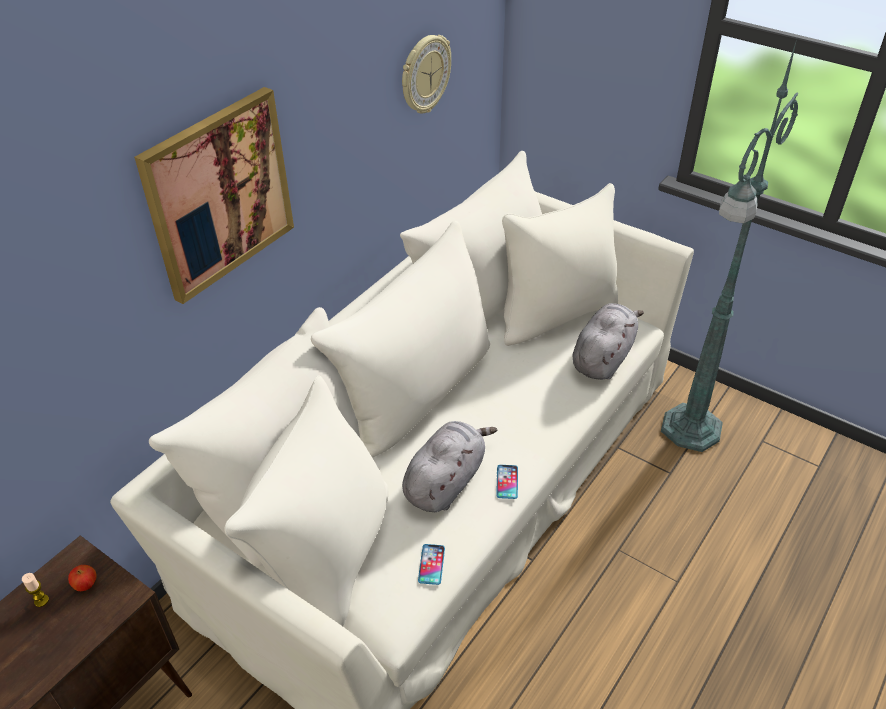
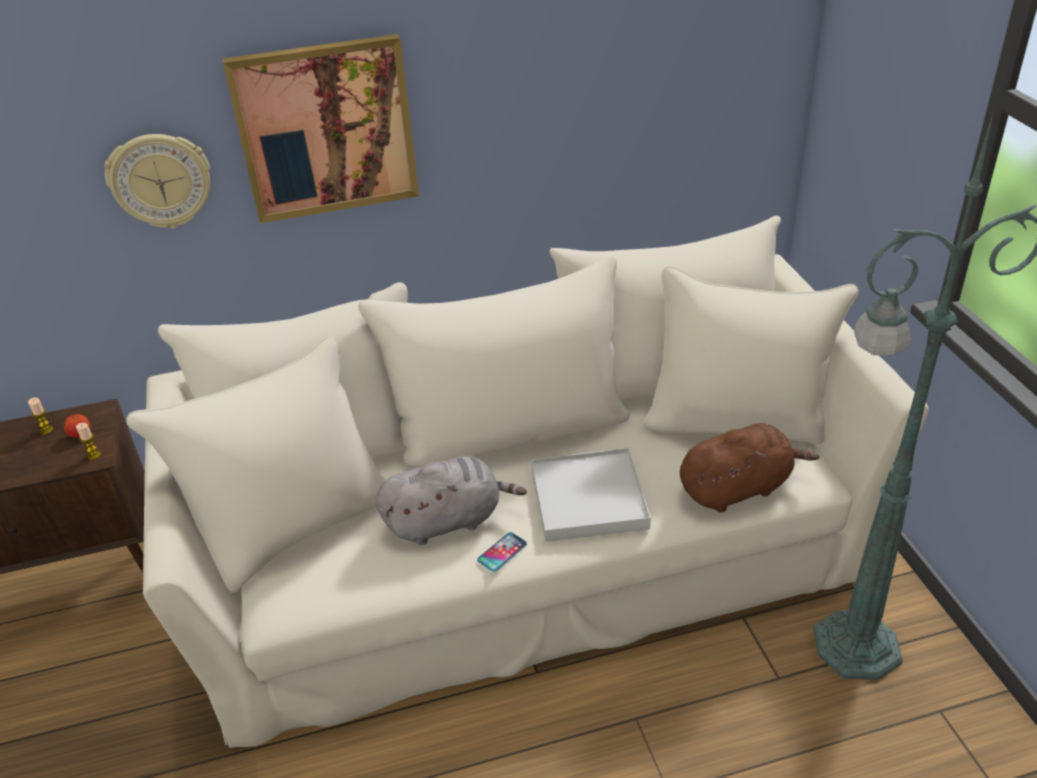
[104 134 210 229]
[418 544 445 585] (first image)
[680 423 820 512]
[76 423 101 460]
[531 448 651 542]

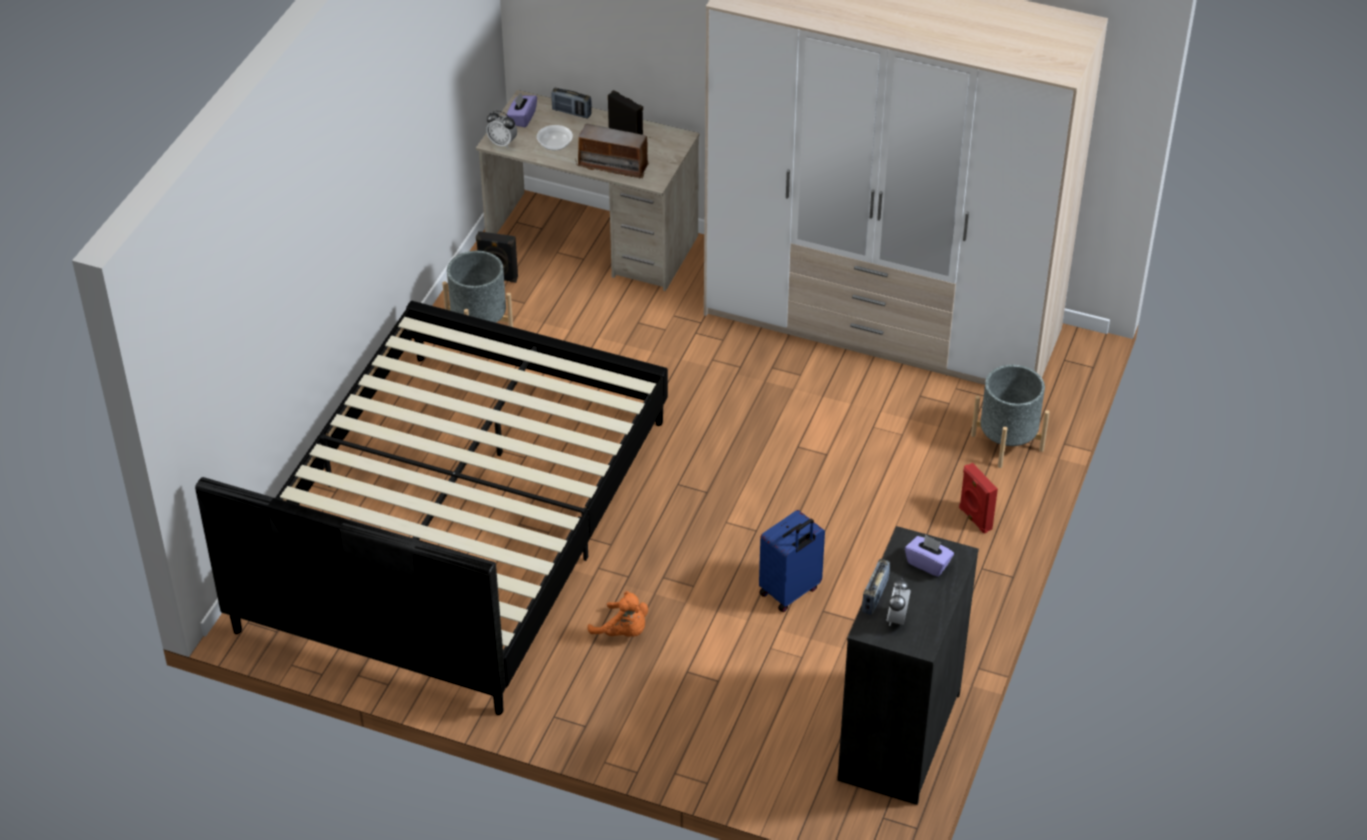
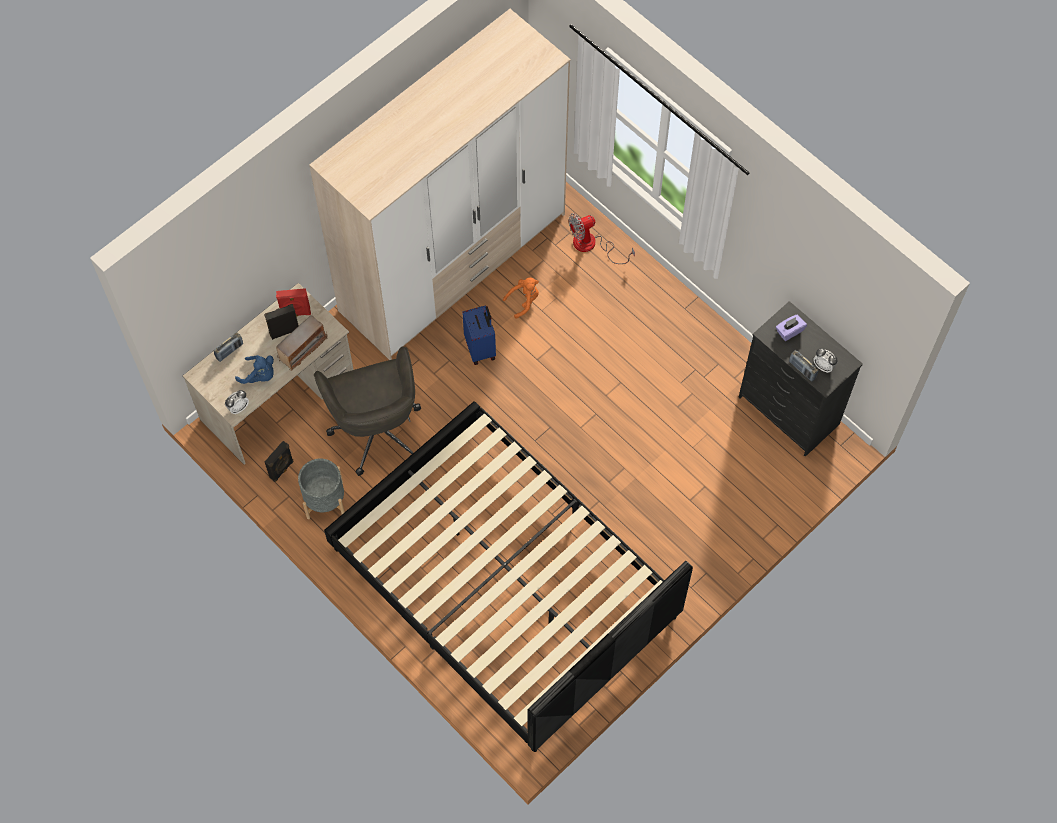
[506 92 537 127] (first image)
[235 355 274 384]
[503 278 539 318]
[462 305 496 365]
[276 288 311 317]
[569 213 635 264]
[314 346 421 476]

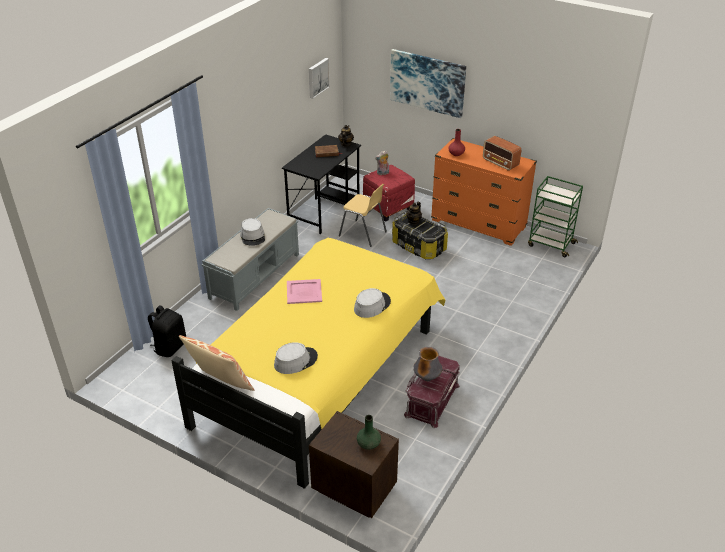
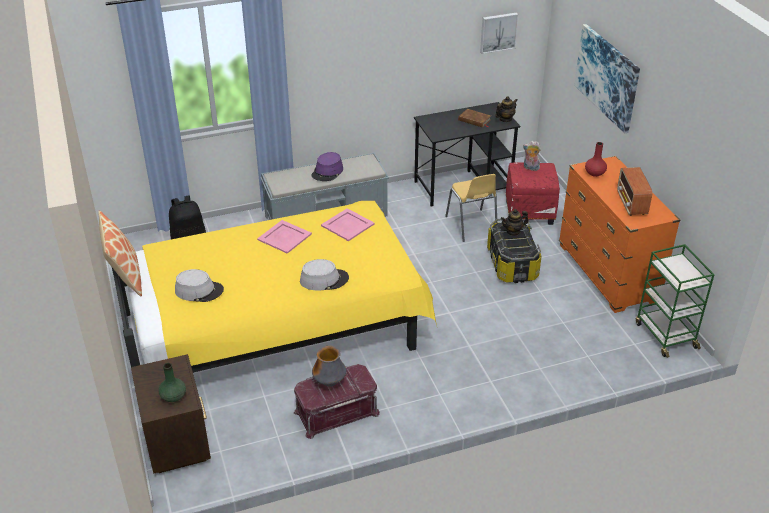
[311 152 343 181]
[321 208 375 241]

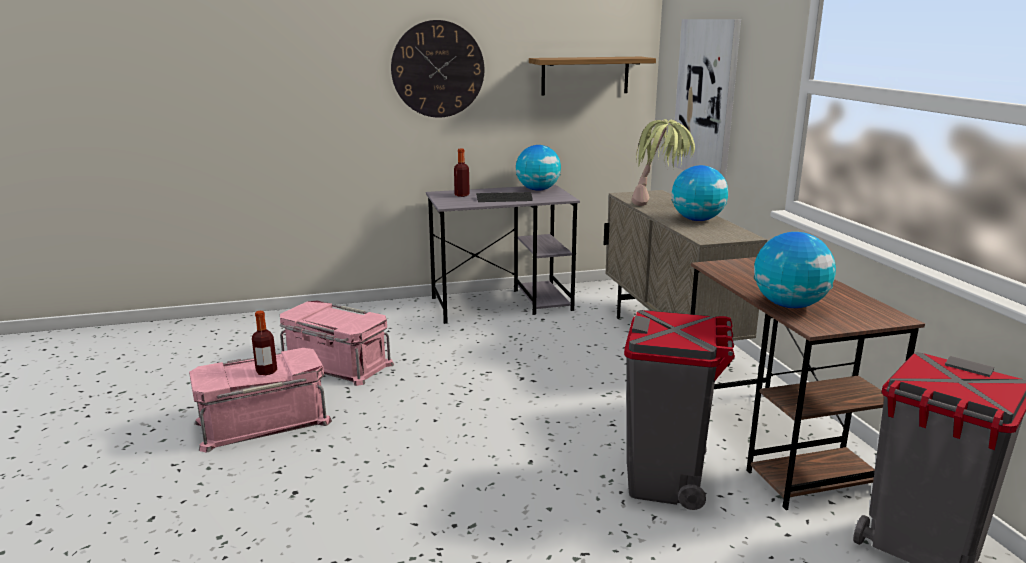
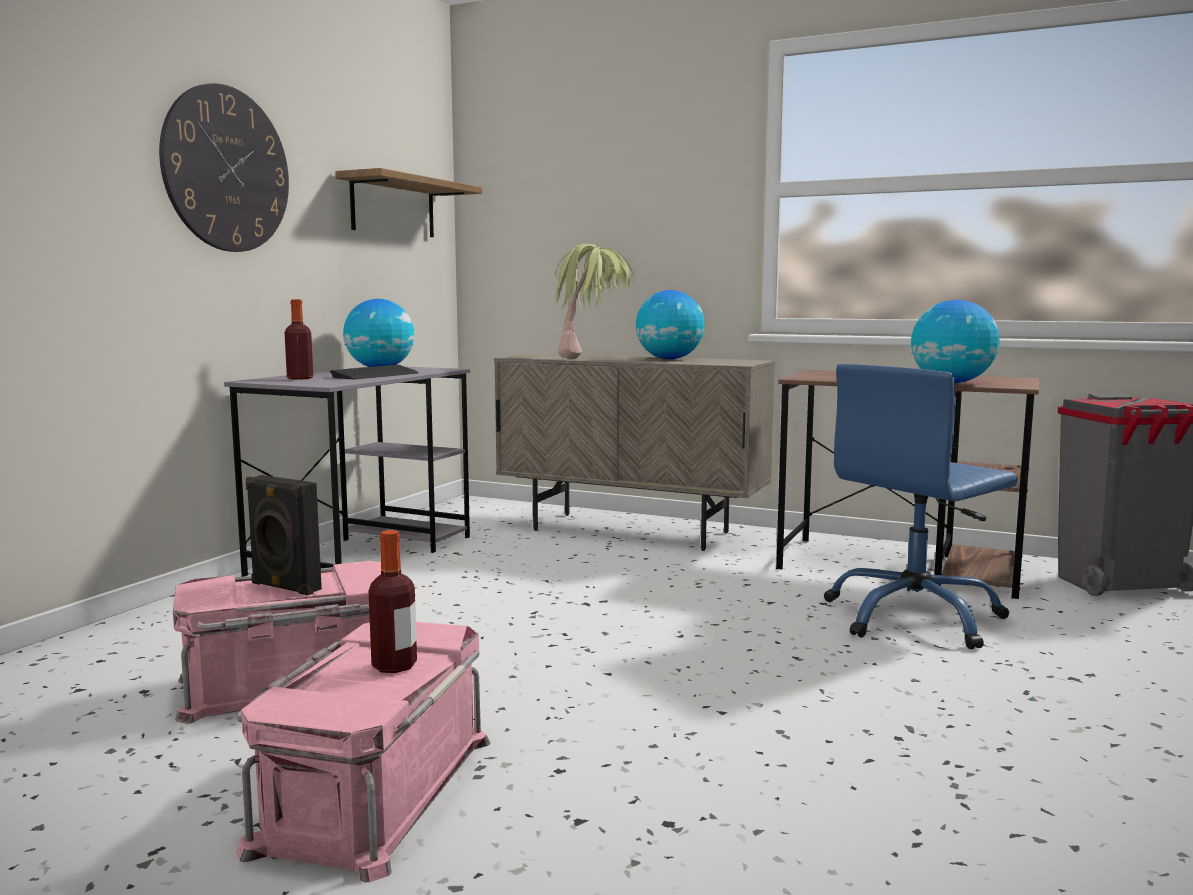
[824 364 1018 649]
[672 19 741 180] (first image)
[246 475 322 595]

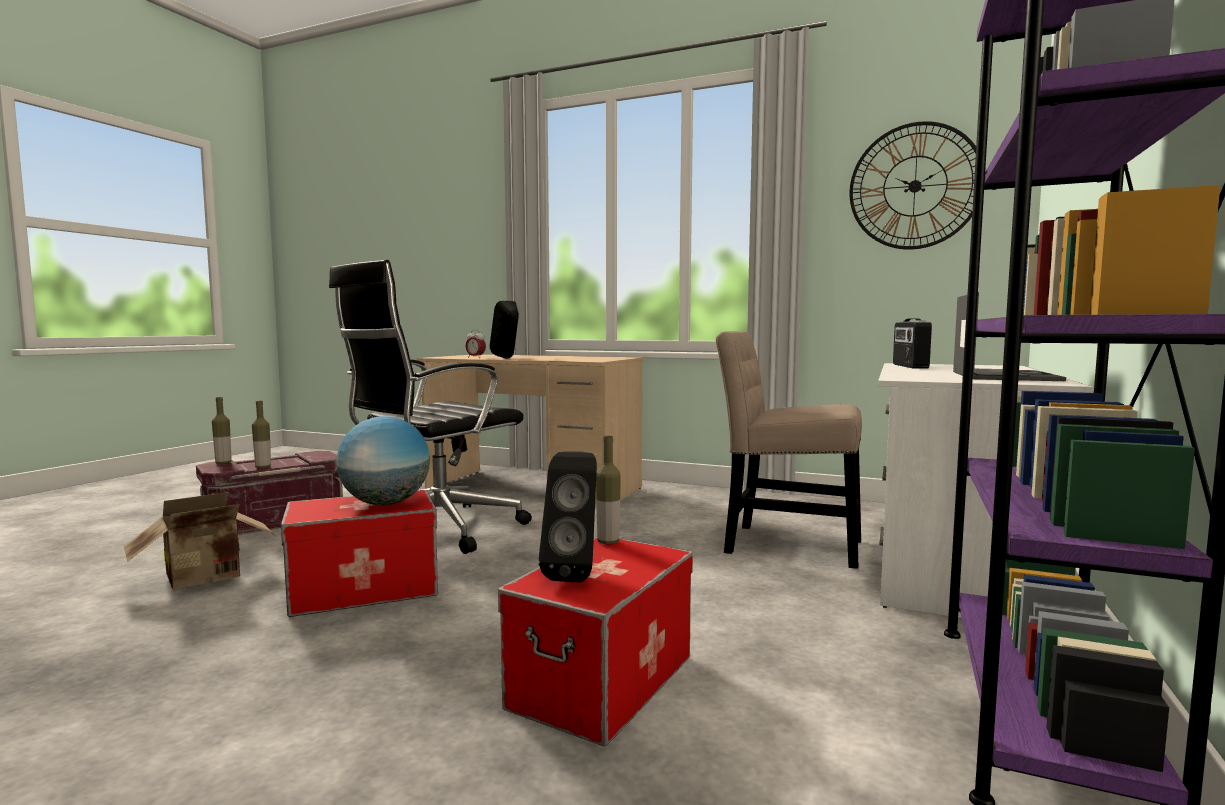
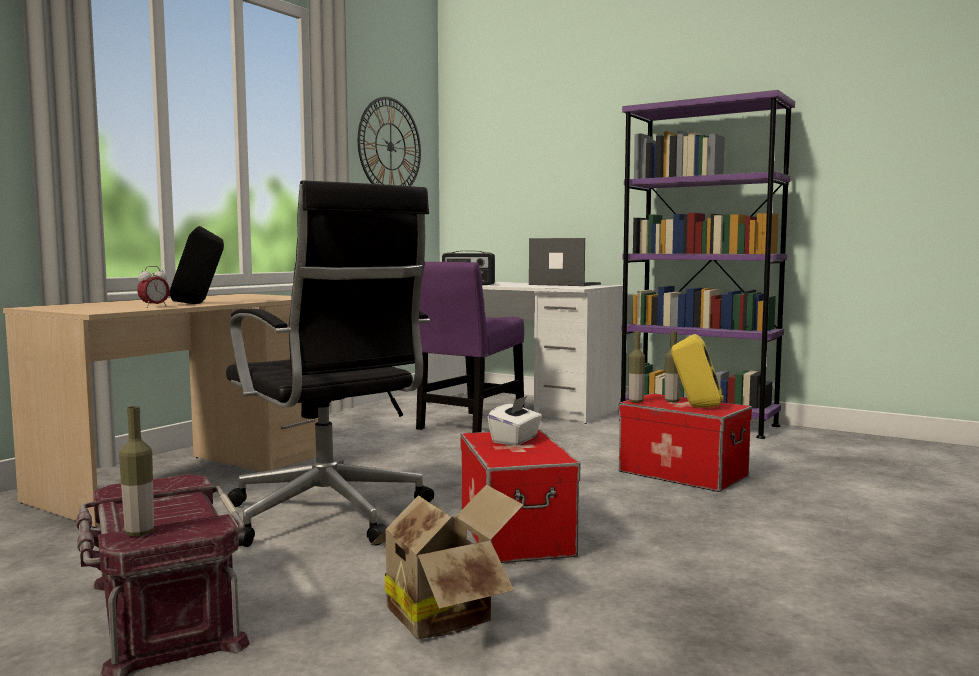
[665 331 681 402]
[488 396 542 446]
[671 334 724 408]
[416 262 524 433]

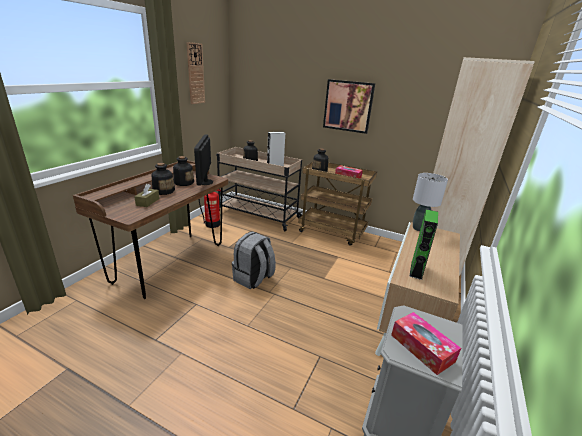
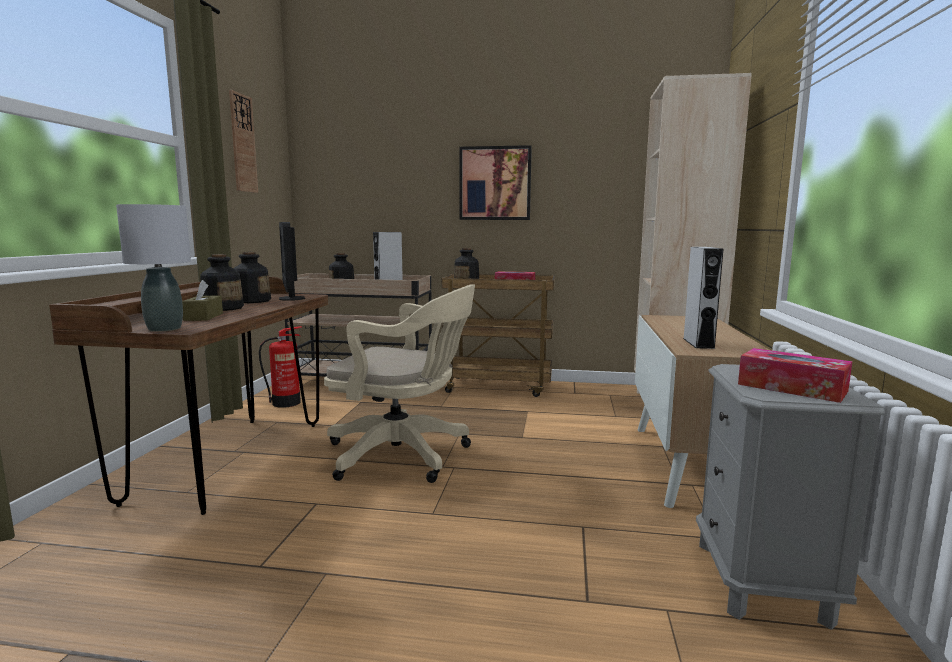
[324 284 475 483]
[683 247 723 349]
[116 204 191 331]

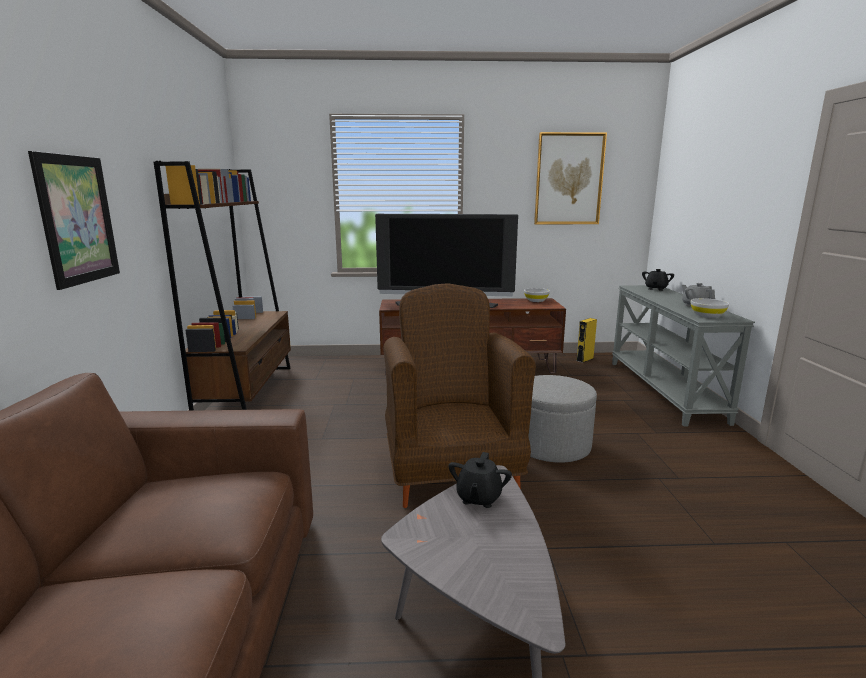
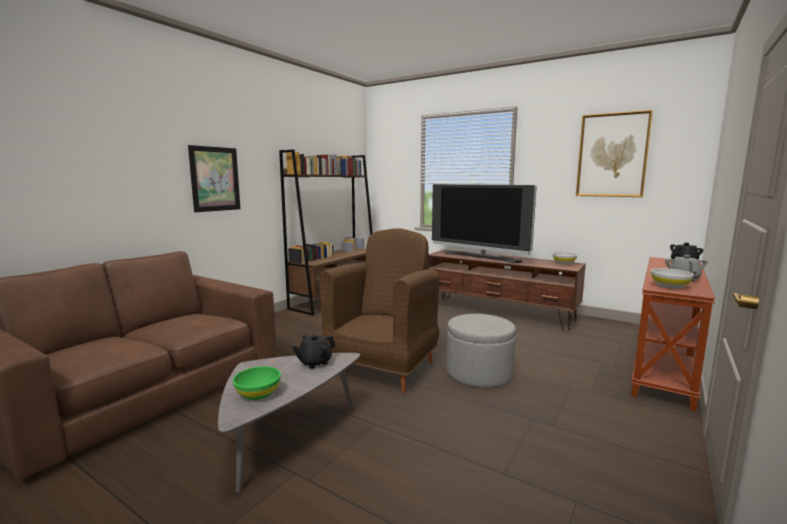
[576 318 597 363] (first image)
[631 257 715 412]
[233 366 281 400]

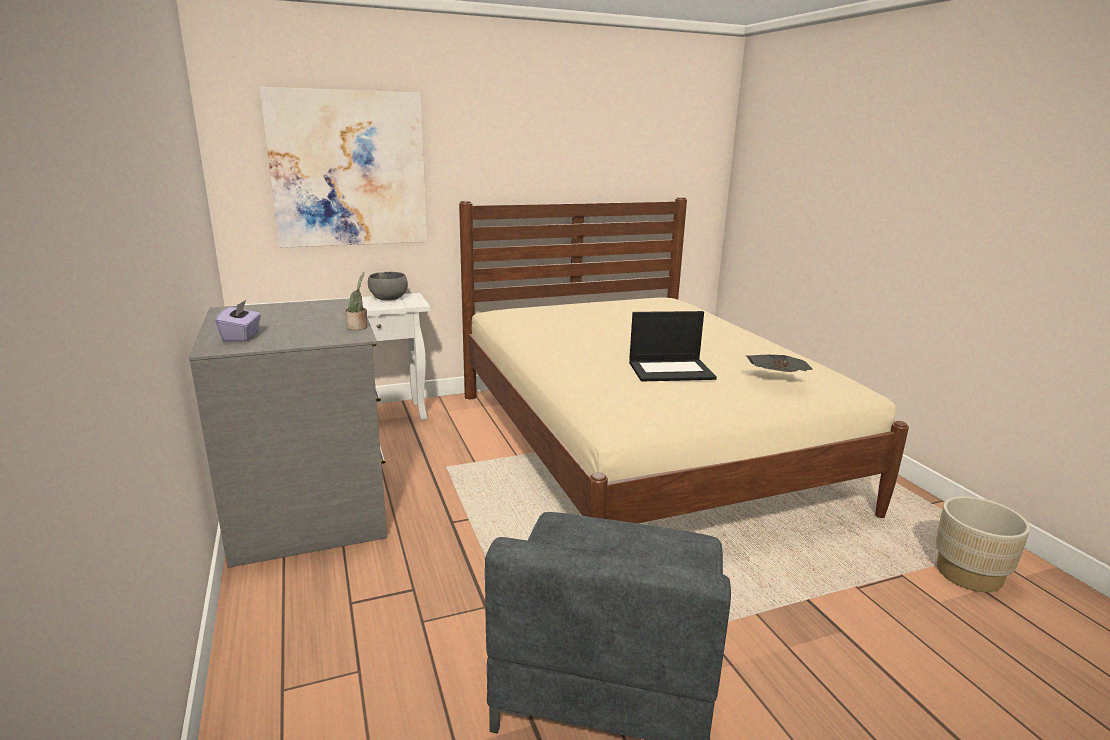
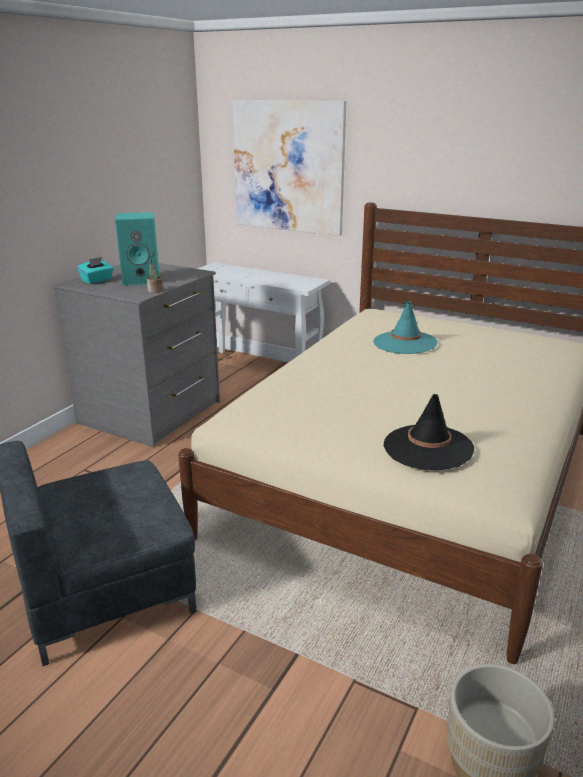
[77 257 113 284]
[368 272 408 301] (first image)
[629 311 717 381] (first image)
[384 394 474 470]
[115 212 159 285]
[373 301 438 354]

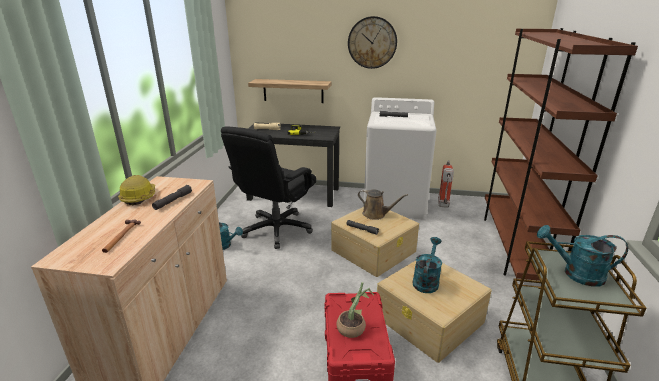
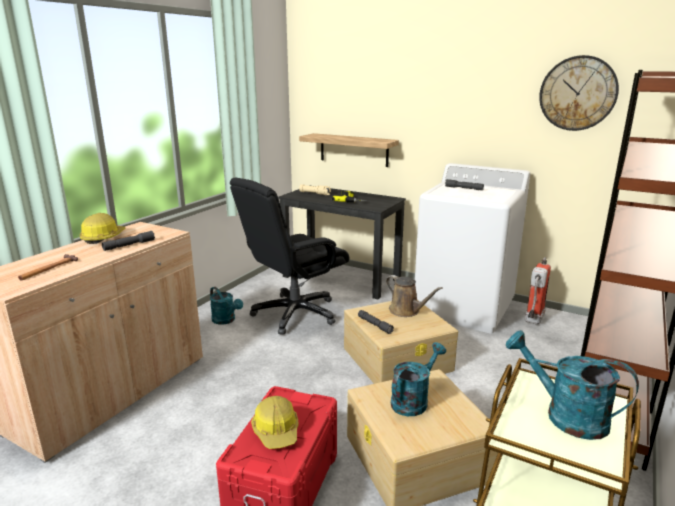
[251 396 299 449]
[539 55 619 131]

